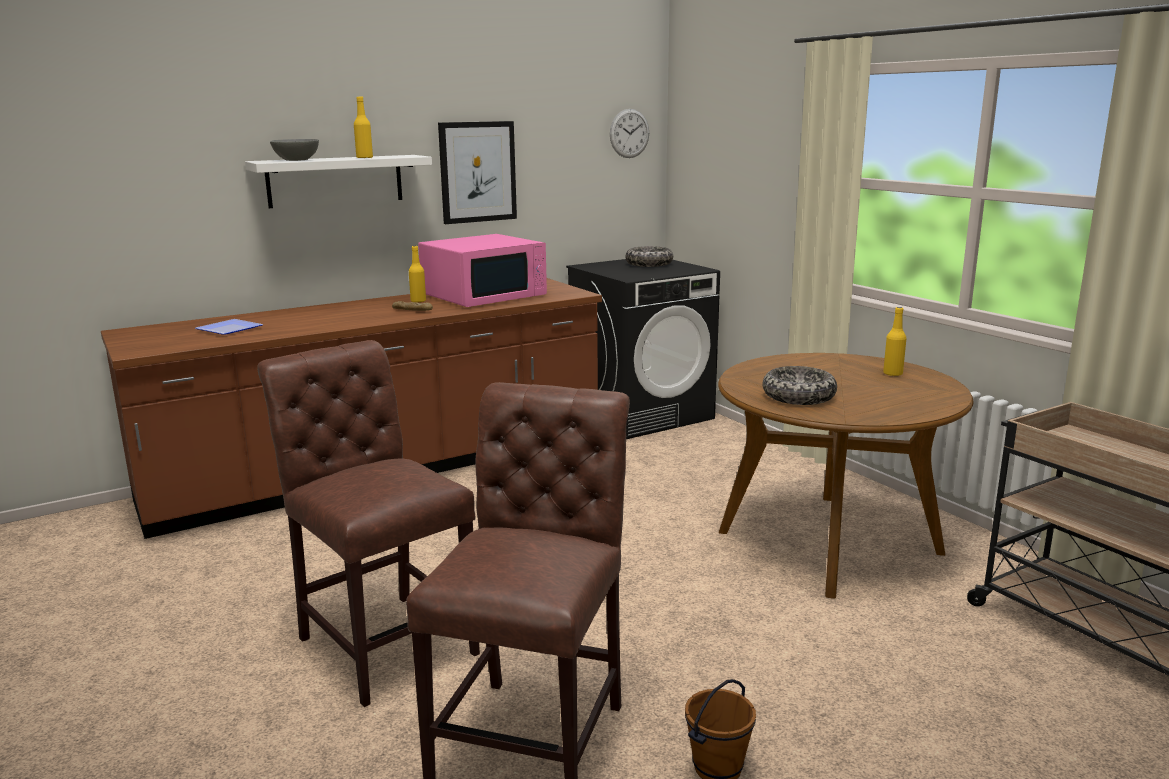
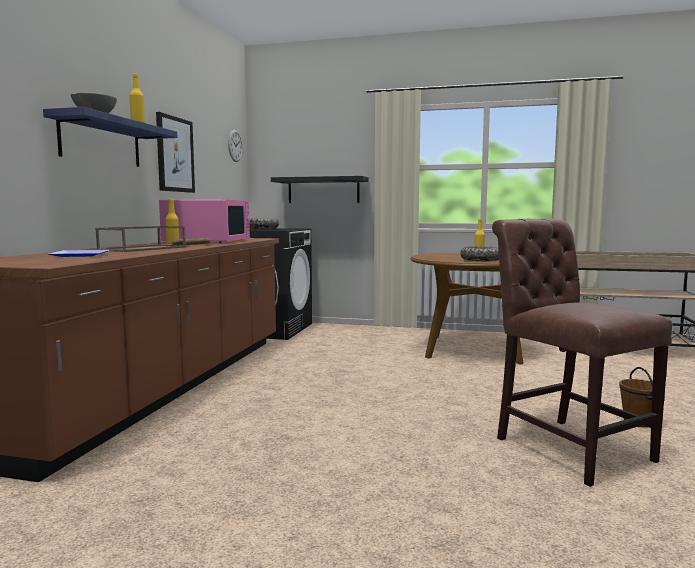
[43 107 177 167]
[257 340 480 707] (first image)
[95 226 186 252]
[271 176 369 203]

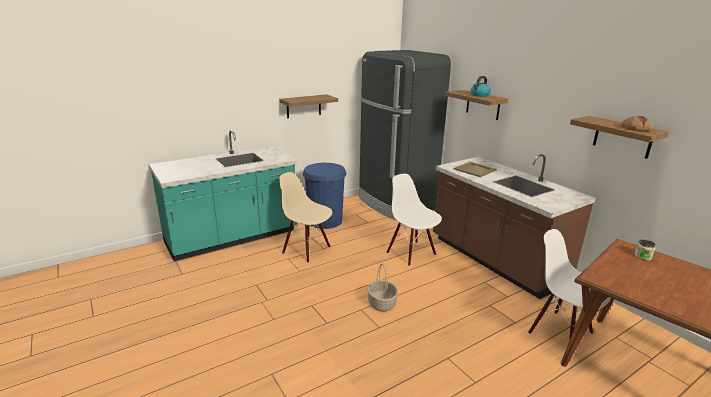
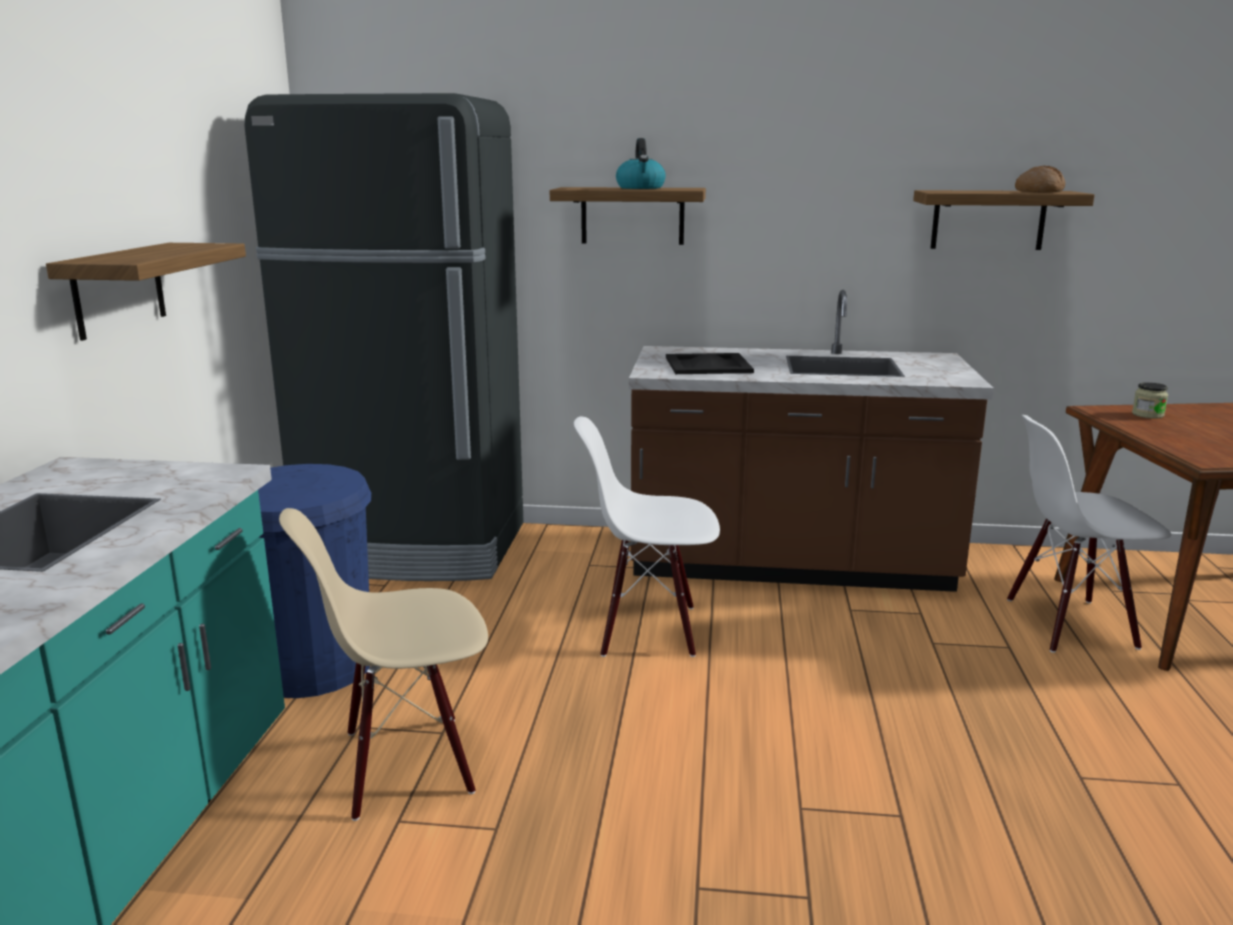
[367 264 398 312] (first image)
[666 353 754 374]

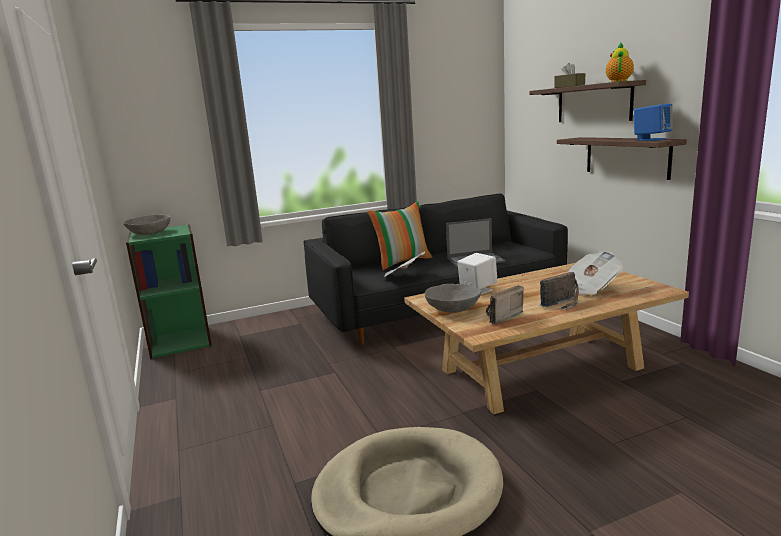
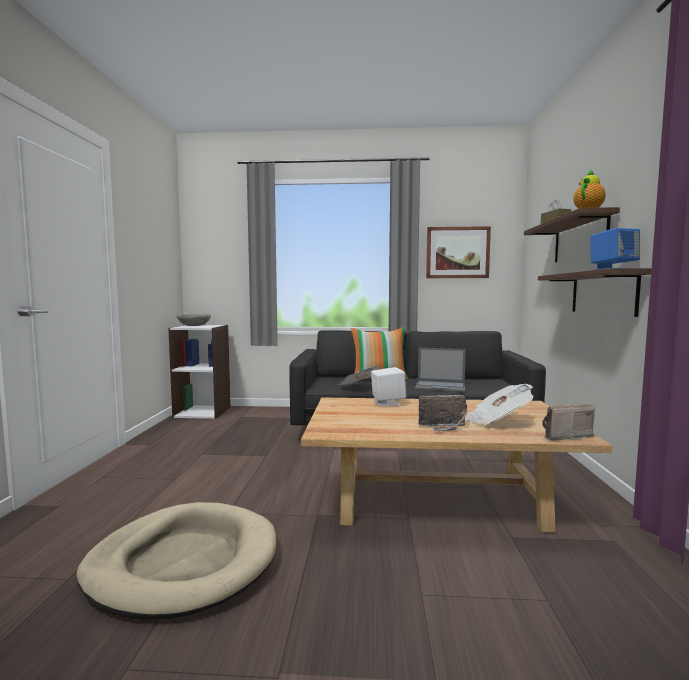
[168 325 231 419]
[425 284 482 313] (first image)
[542 404 595 441]
[426 226 491 278]

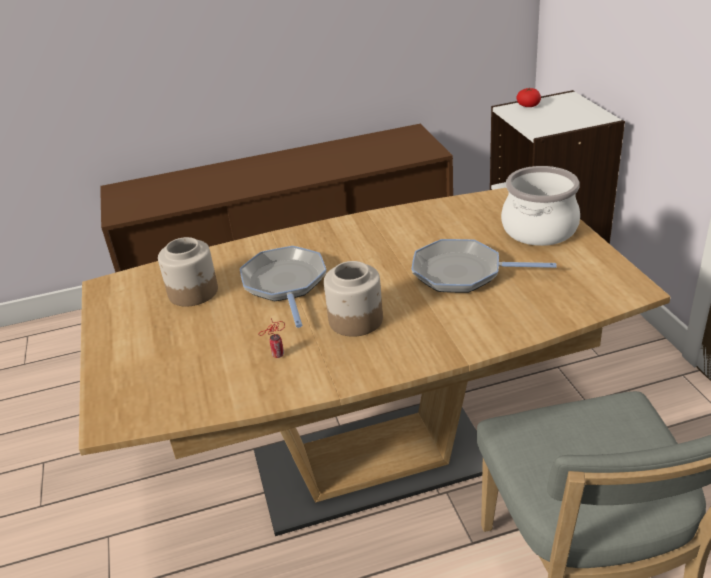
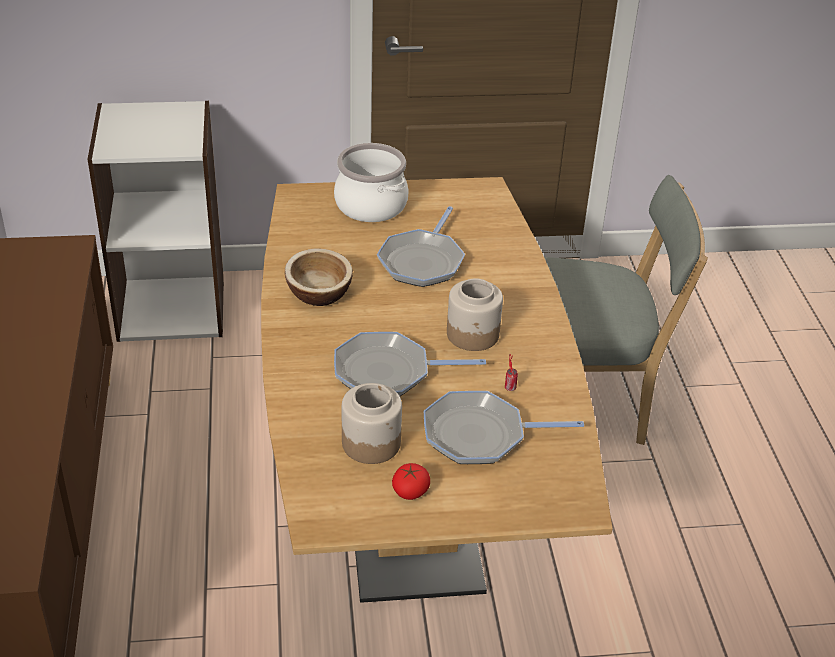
[392 463 430 500]
[285 248 353 306]
[424 391 584 464]

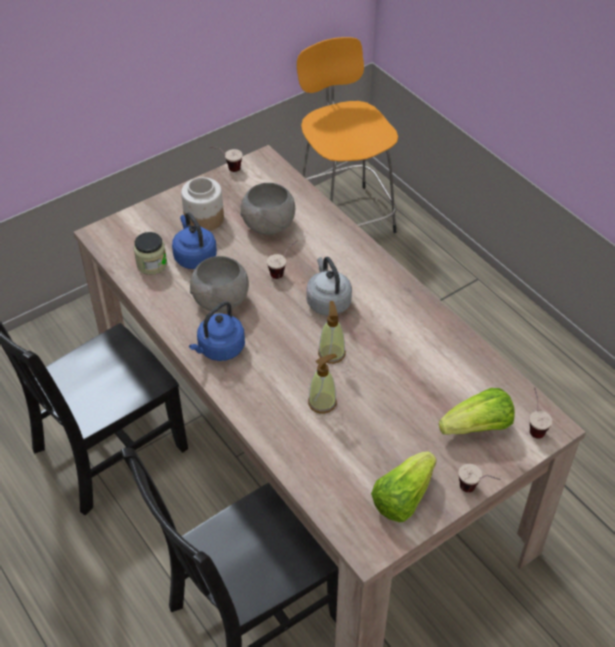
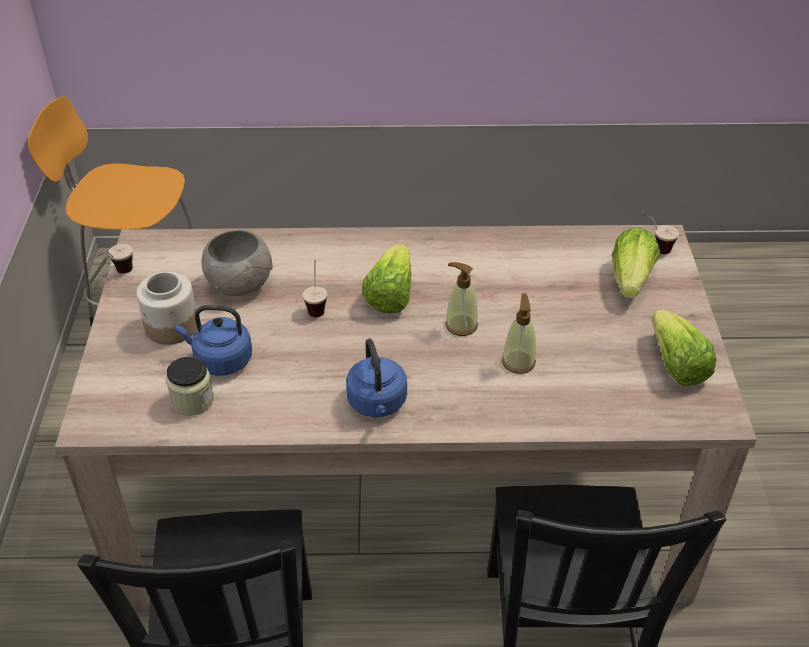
[190 256 249 312] (first image)
[362 244 411 313]
[458 464 501 493] (first image)

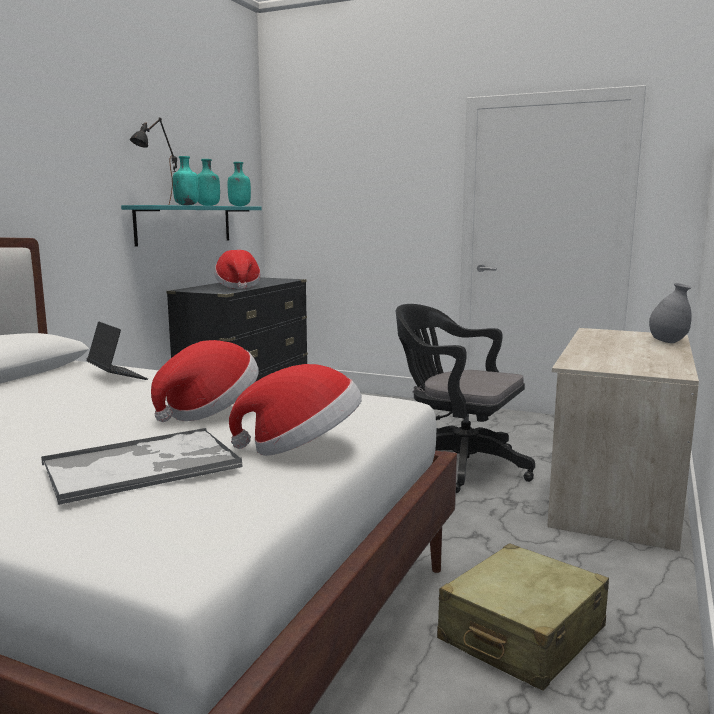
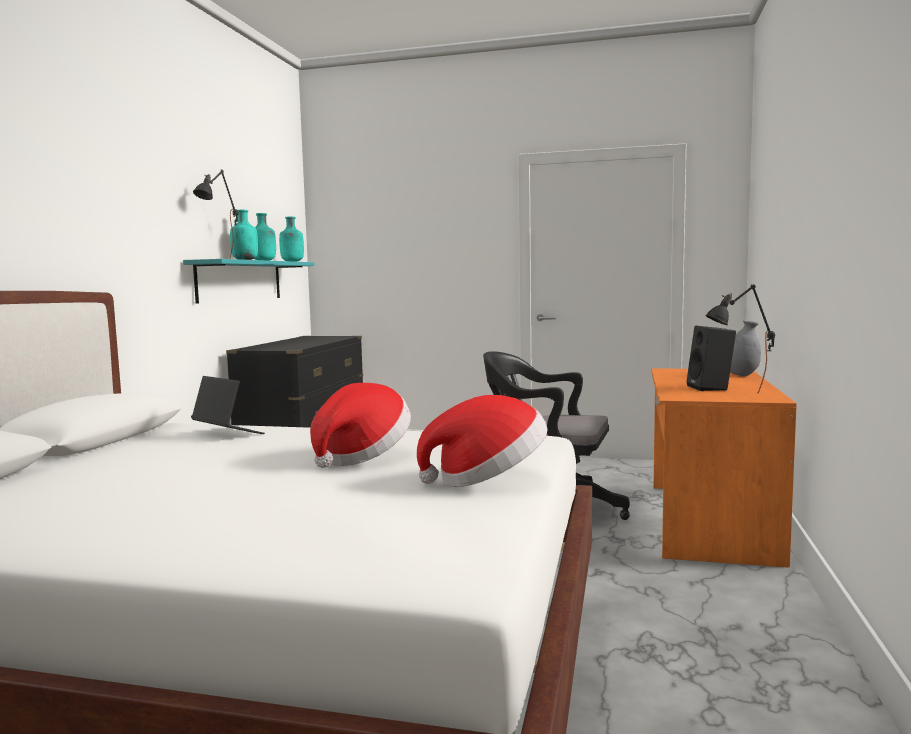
[41 428 243 505] (first image)
[214 250 261 289] (first image)
[437 543 609 691] (first image)
[651 368 797 568]
[686 326 736 391]
[705 284 775 394]

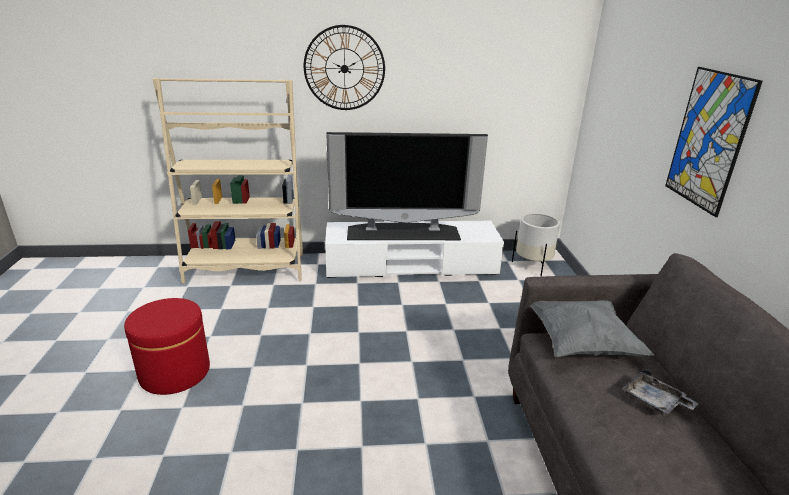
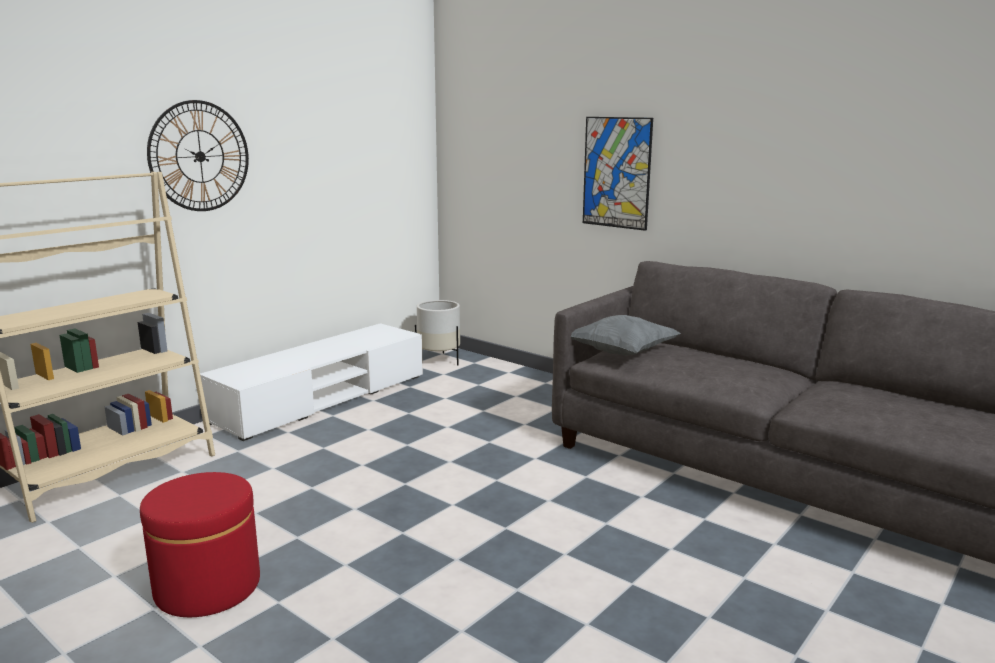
[326 132 488 240] (first image)
[622 369 699 415] (first image)

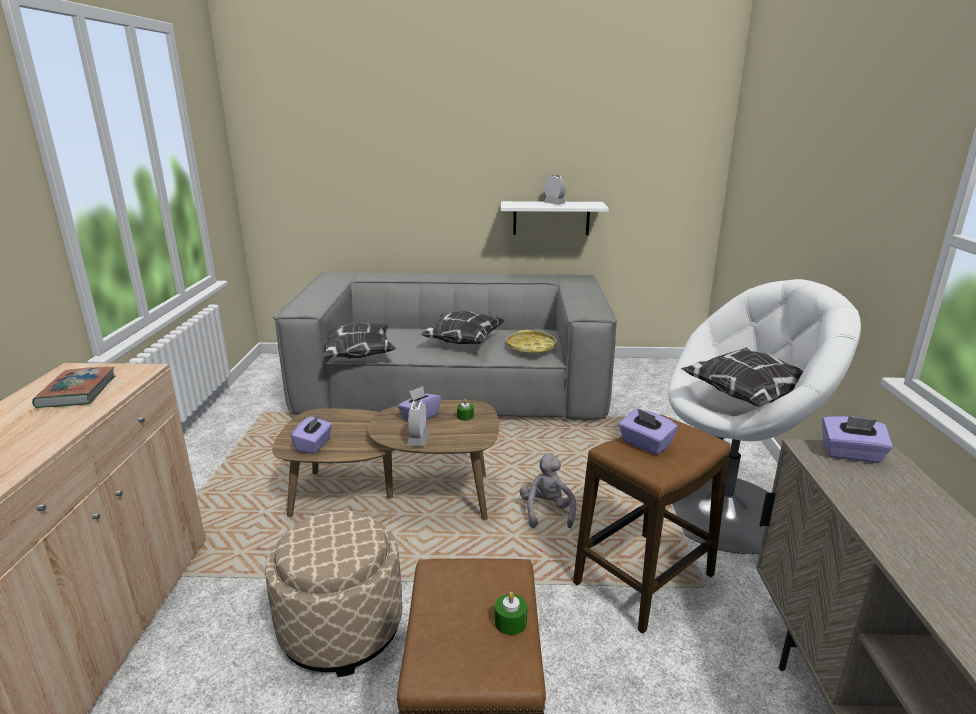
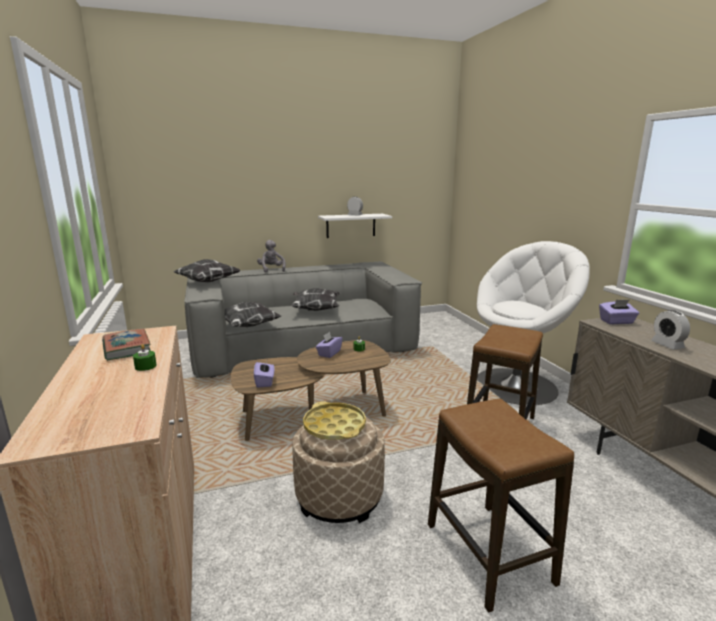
[651 310 690 349]
[133 344 156 371]
[303 402 366 440]
[257 240 286 272]
[619 408 677 455] (first image)
[173 259 241 282]

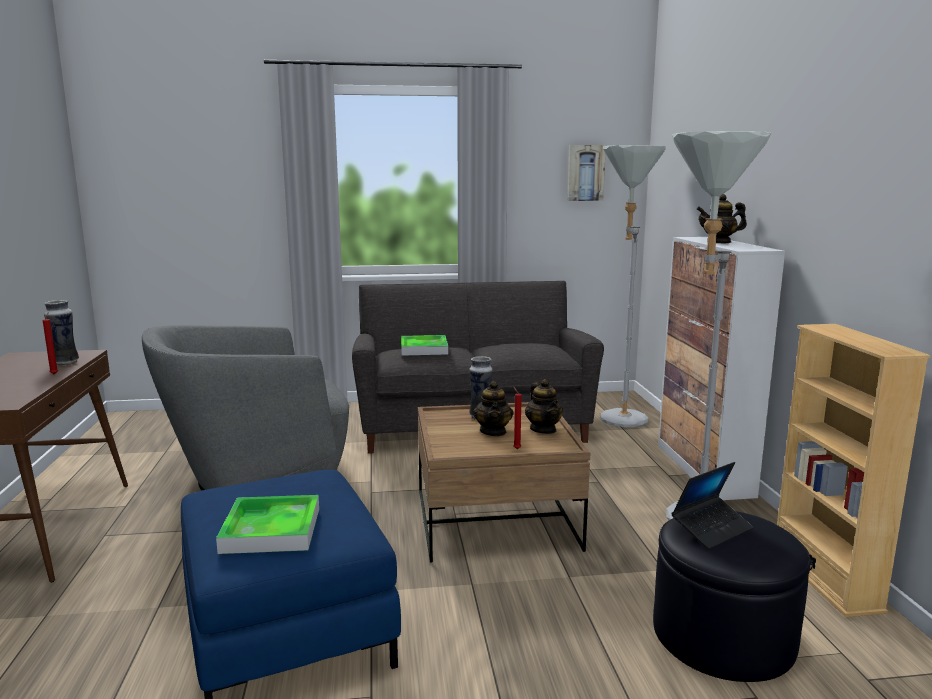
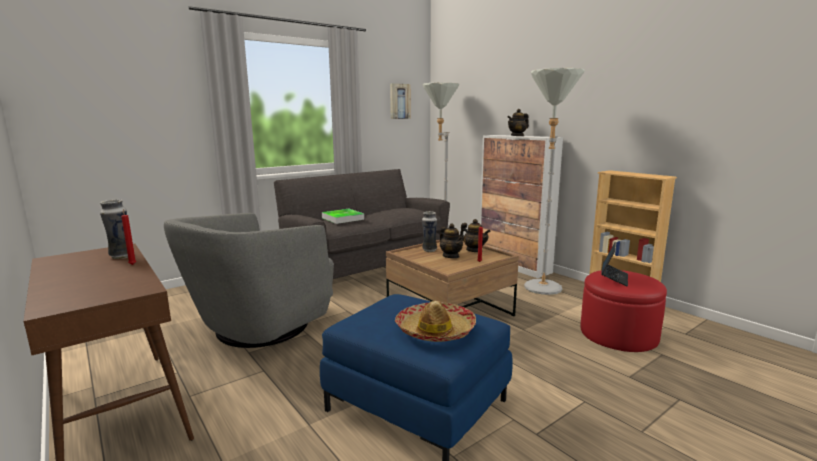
[395 301 476 342]
[580 270 667 352]

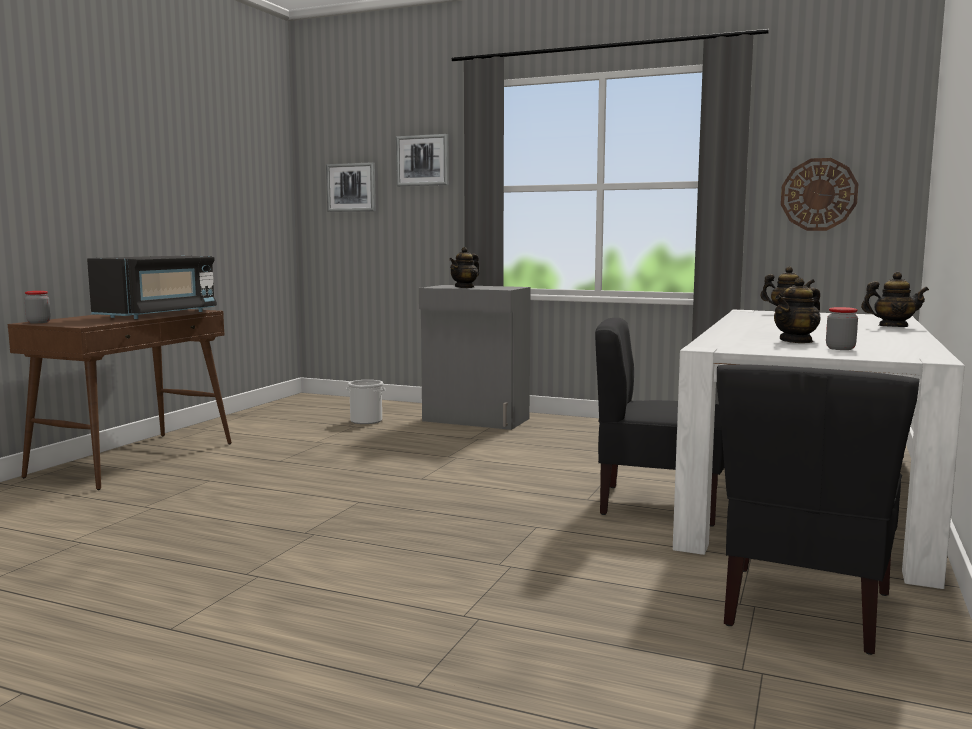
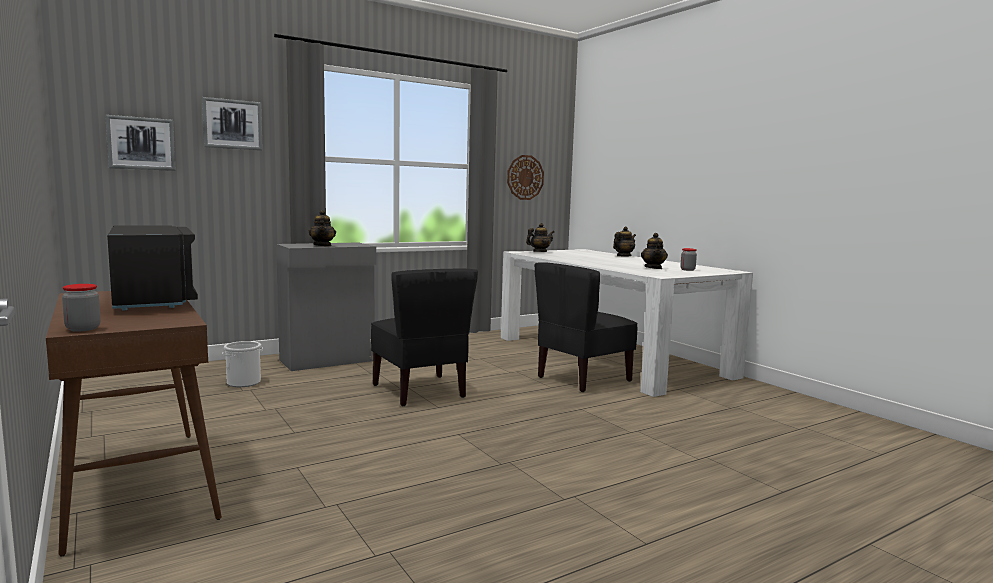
[371 268 478 406]

